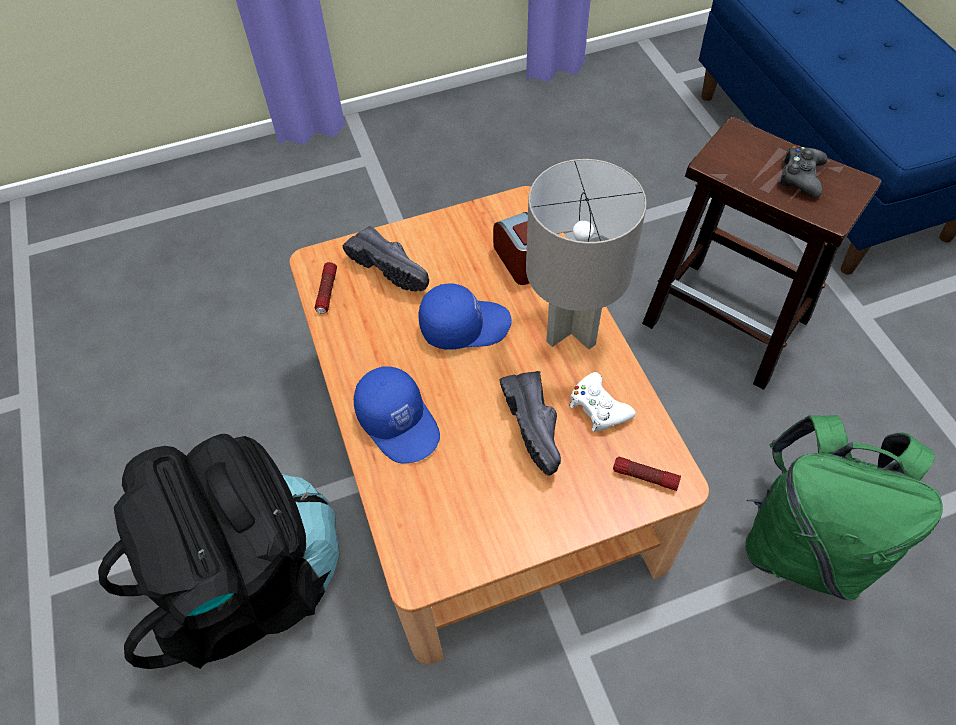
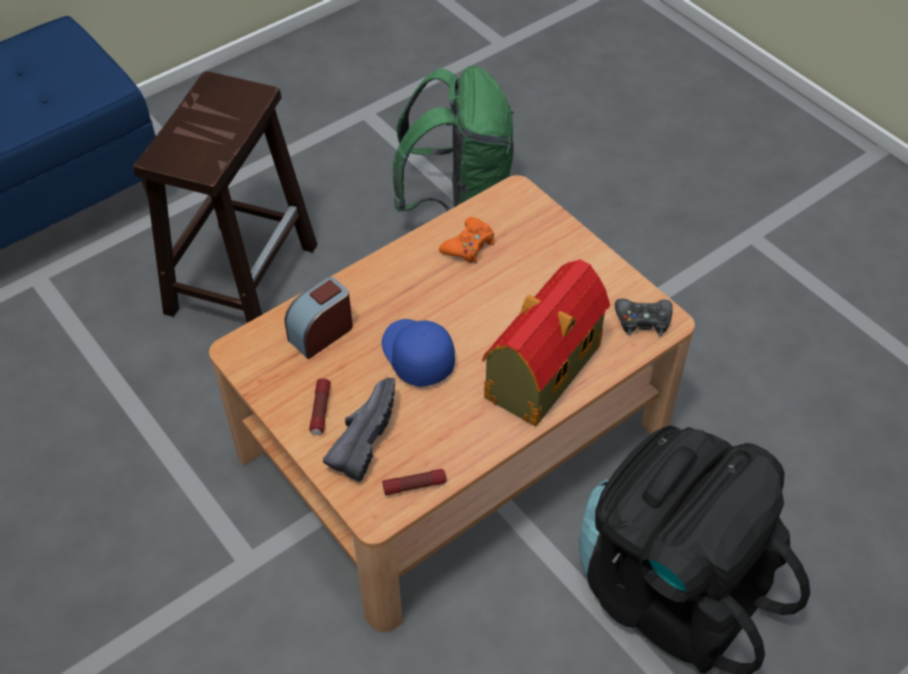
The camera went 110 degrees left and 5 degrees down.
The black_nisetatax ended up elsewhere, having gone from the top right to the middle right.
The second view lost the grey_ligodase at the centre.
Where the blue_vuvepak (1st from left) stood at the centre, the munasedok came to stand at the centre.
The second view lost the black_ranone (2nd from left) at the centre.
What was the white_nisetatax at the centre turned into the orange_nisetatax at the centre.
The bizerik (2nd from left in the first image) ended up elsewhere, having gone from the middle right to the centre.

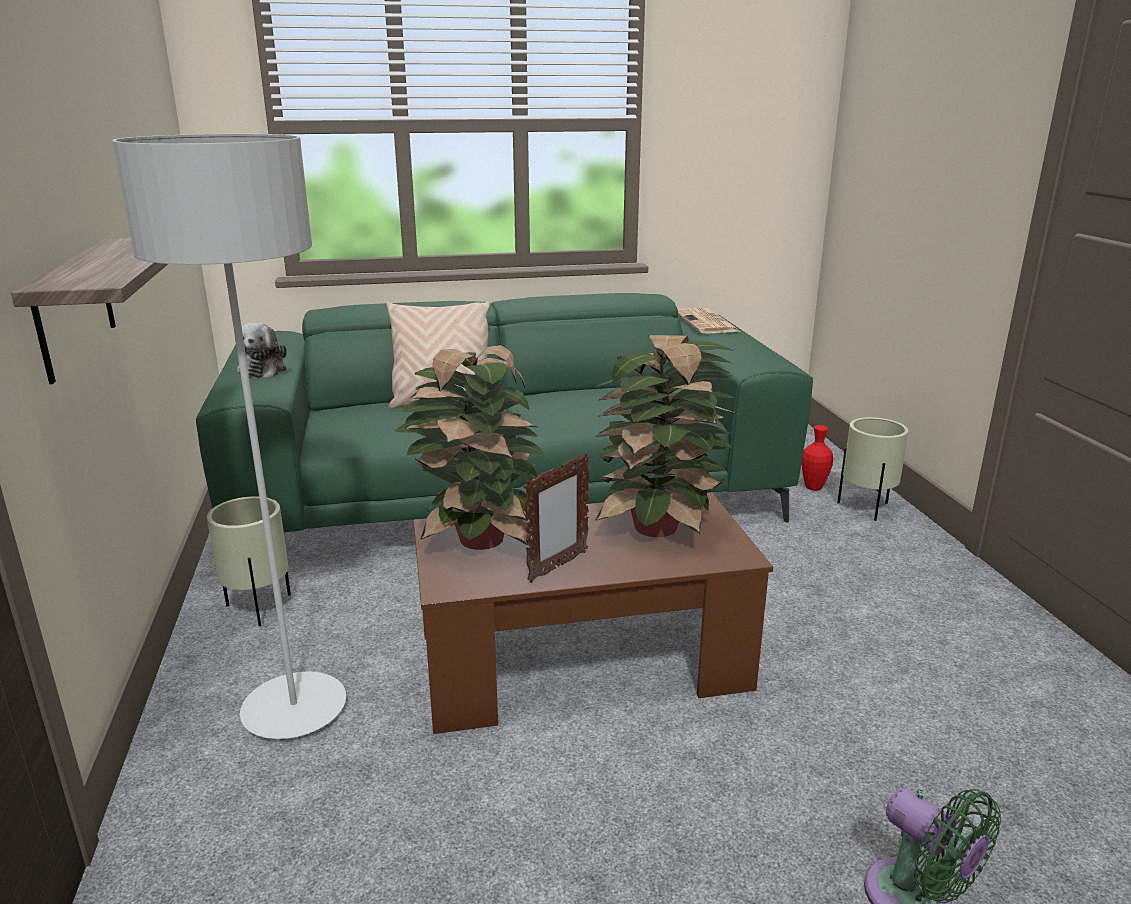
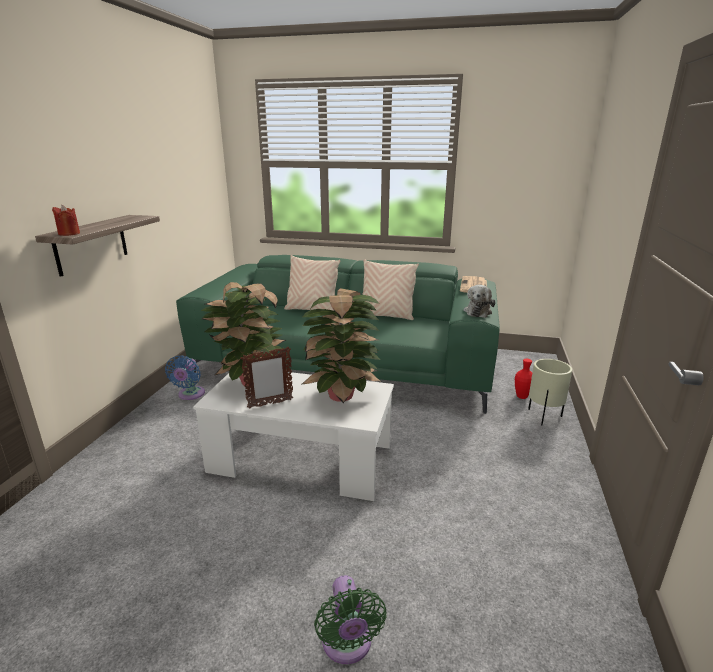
The camera went 25 degrees right and 0 degrees up.
The second view lost the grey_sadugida at the middle left.
The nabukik ended up elsewhere, having gone from the middle left to the middle right.
What was the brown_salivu at the bottom centre turned into the white_salivu at the centre.
Where the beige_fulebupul (1st from left) stood at the middle left, the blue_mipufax came to stand at the middle left.
The second view gained the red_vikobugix at the top left.
The second view gained the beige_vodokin (2nd from left) at the centre.

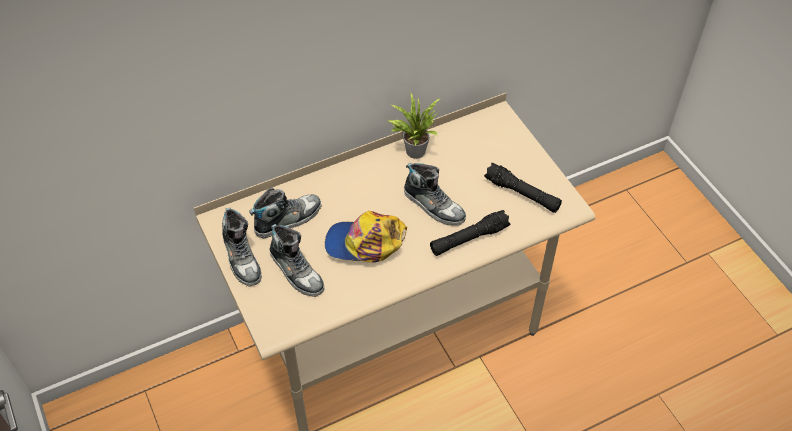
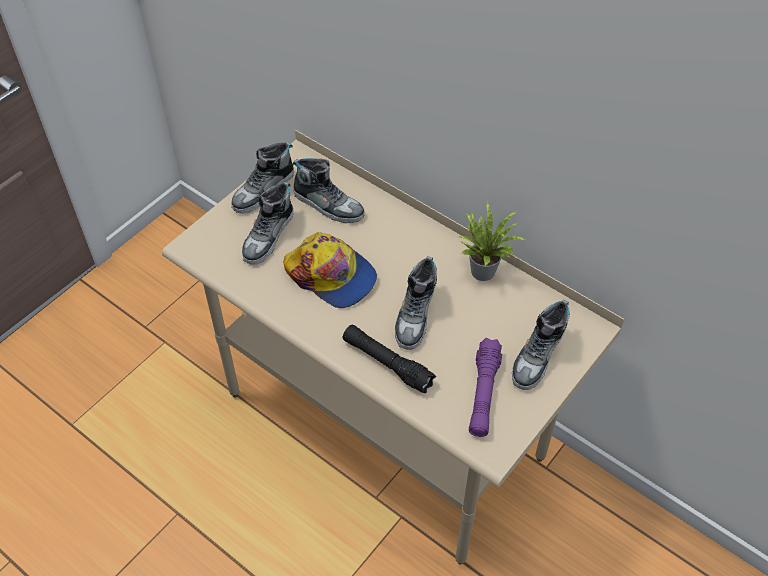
The camera went 65 degrees right and 0 degrees up.
What was the black_bizerik (2nd from left) at the centre turned into the purple_bizerik at the bottom centre.
The vuvepak at the centre ended up facing another way, 150 degrees clockwise from before.
The second view gained the ranone (5th from left) at the middle right.

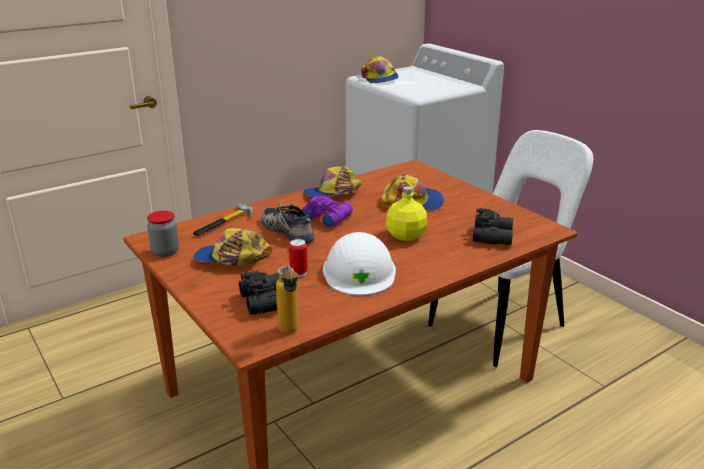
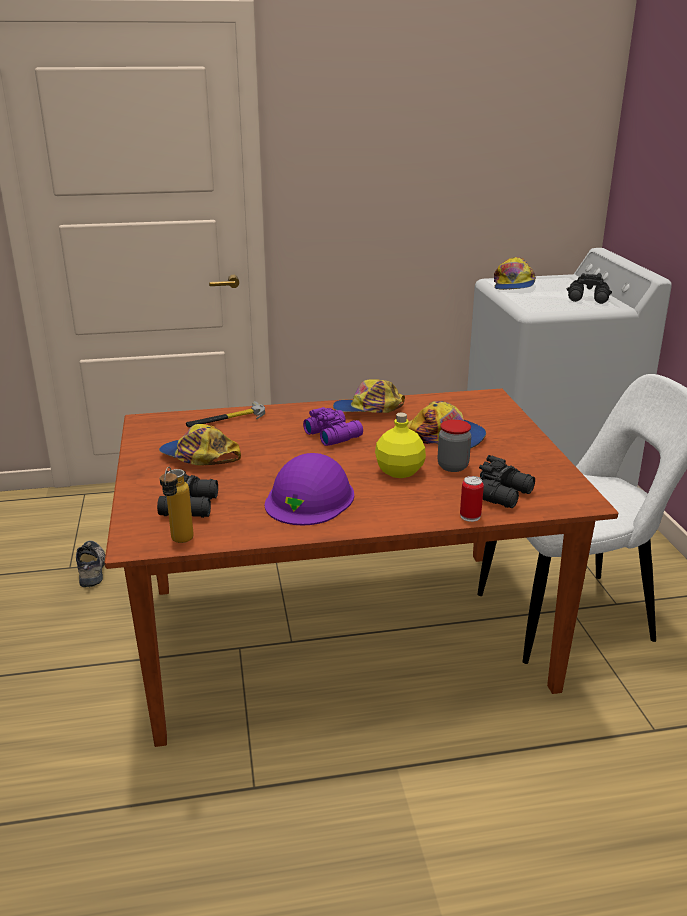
The camera went 25 degrees right and 0 degrees up.
The ranone ended up elsewhere, having gone from the centre to the middle left.
The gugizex ended up elsewhere, having gone from the middle left to the centre.
What was the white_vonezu at the centre turned into the purple_vonezu at the centre.
The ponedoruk ended up elsewhere, having gone from the centre to the middle right.
The second view gained the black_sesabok (3rd from left) at the top right.

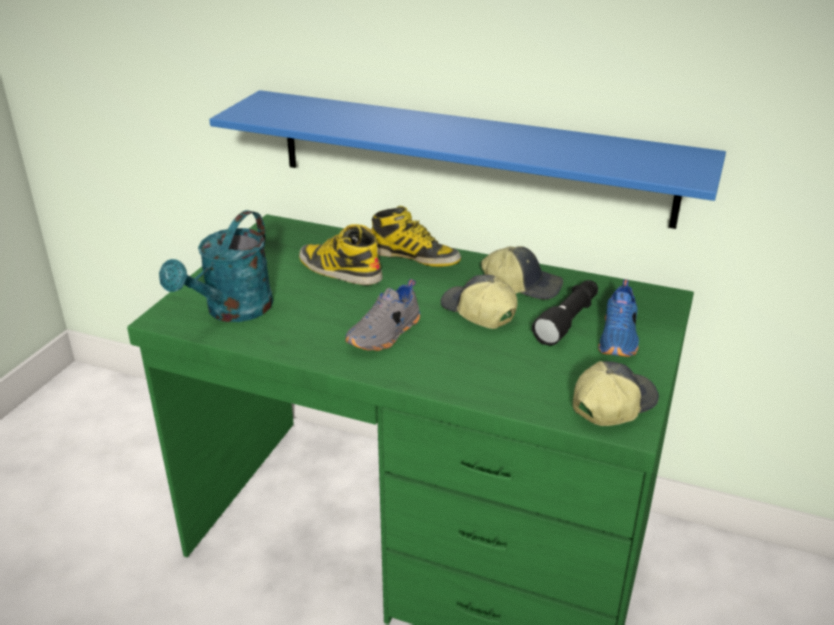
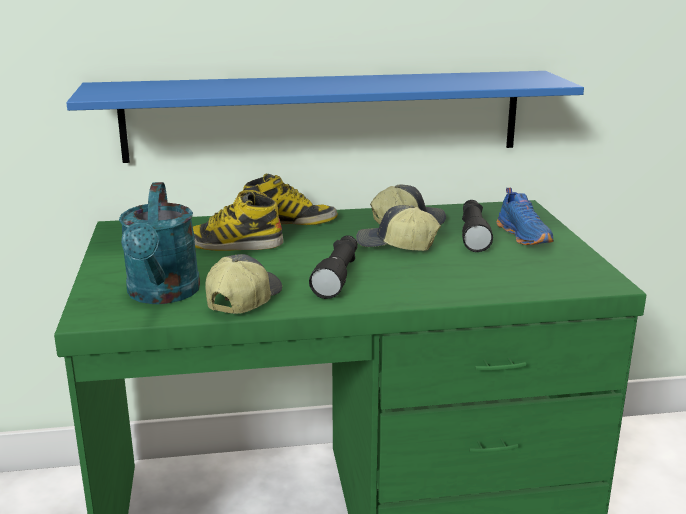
The camera went 30 degrees left and 10 degrees down.
Where the grey_ranone stood at the centre, the black_bizerik (1st from left) came to stand at the centre.
The vuvepak (3rd from left in the first image) ended up elsewhere, having gone from the middle right to the centre.

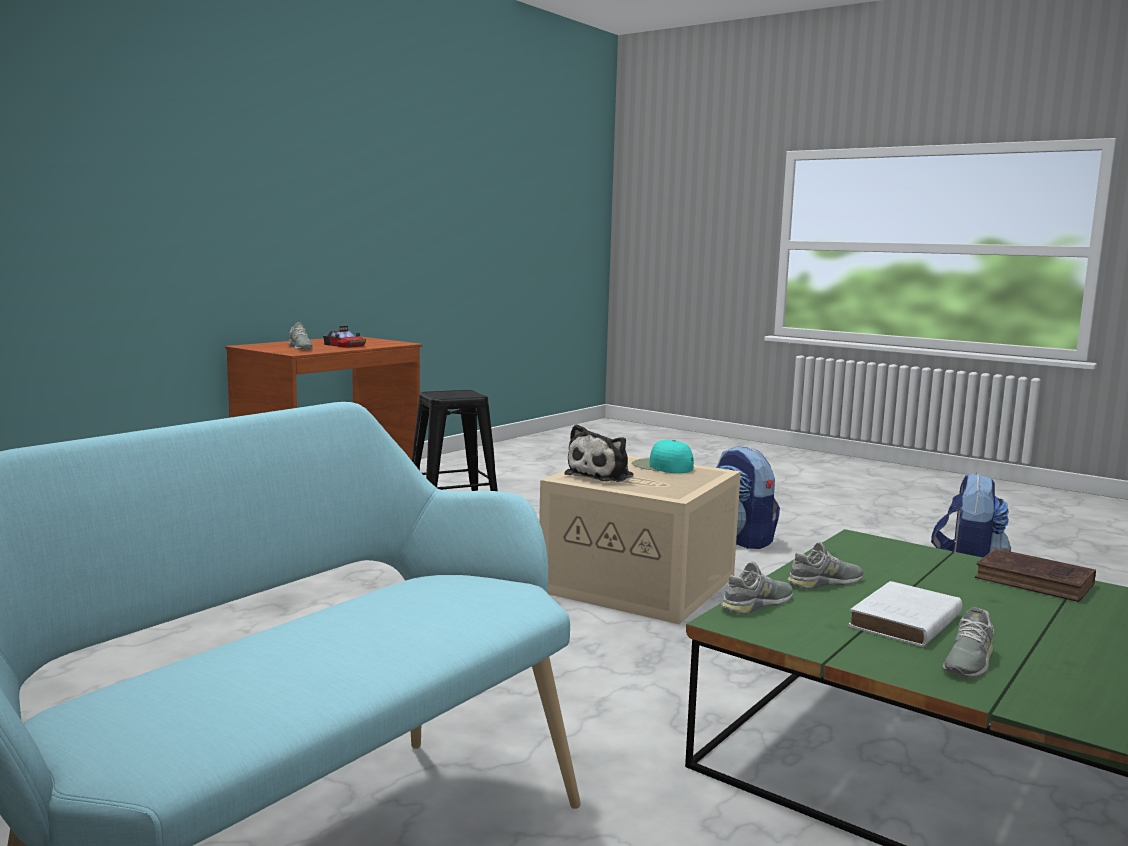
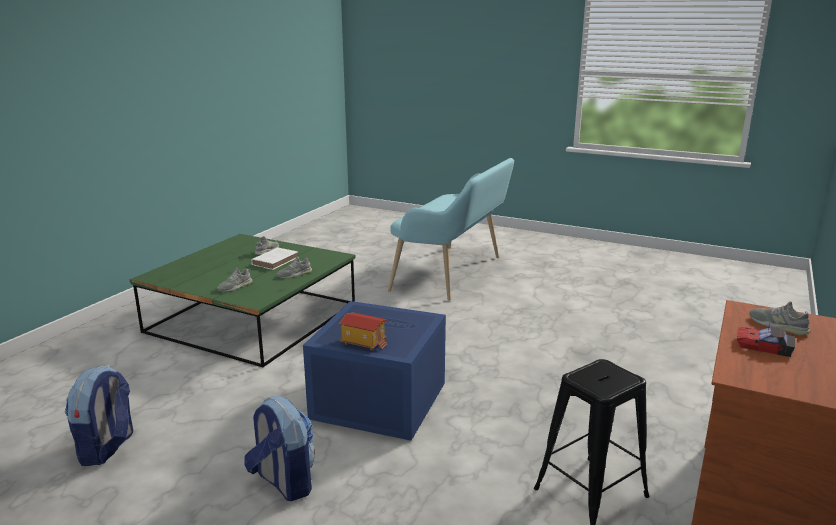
The camera went 170 degrees right and 10 degrees up.
The second view lost the nabukik at the centre.
Where the turquoise_vuvepak stood at the centre, the munasedok came to stand at the centre.
What was the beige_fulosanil at the centre turned into the blue_fulosanil at the bottom centre.
The second view lost the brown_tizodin at the bottom right.
The grey_ranone (2nd from left in the first image) ended up elsewhere, having gone from the bottom right to the middle left.

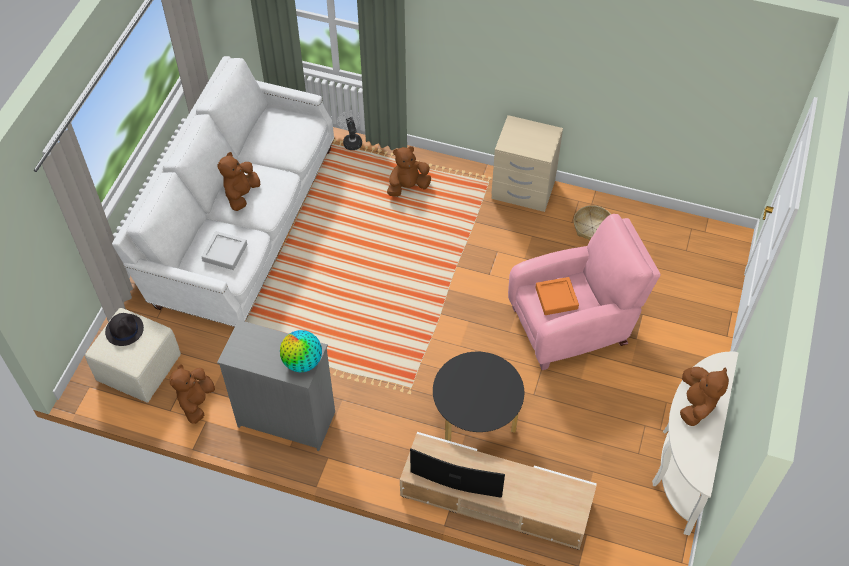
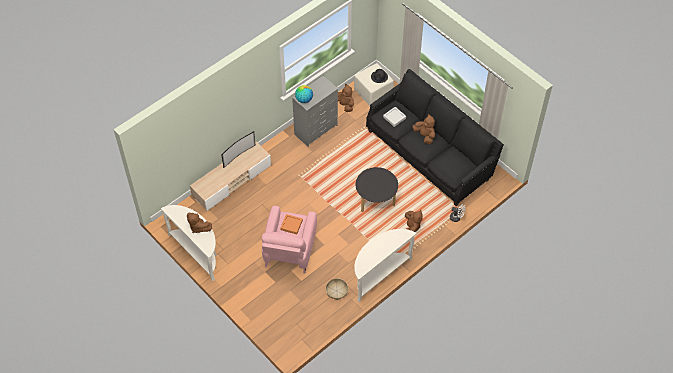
The camera went 120 degrees right and 0 degrees up.
What was the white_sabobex at the middle left turned into the black_sabobex at the centre.
Where the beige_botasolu stood at the top centre, the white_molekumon (2nd from left) came to stand at the bottom centre.
The black_salivu ended up elsewhere, having gone from the bottom centre to the centre.

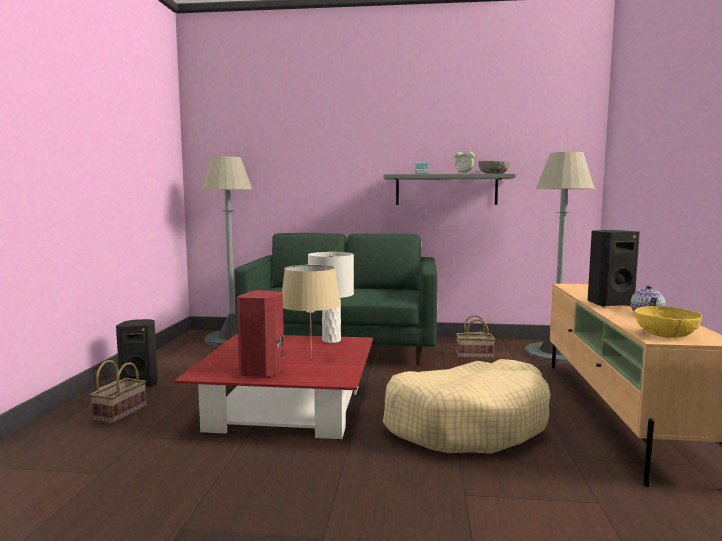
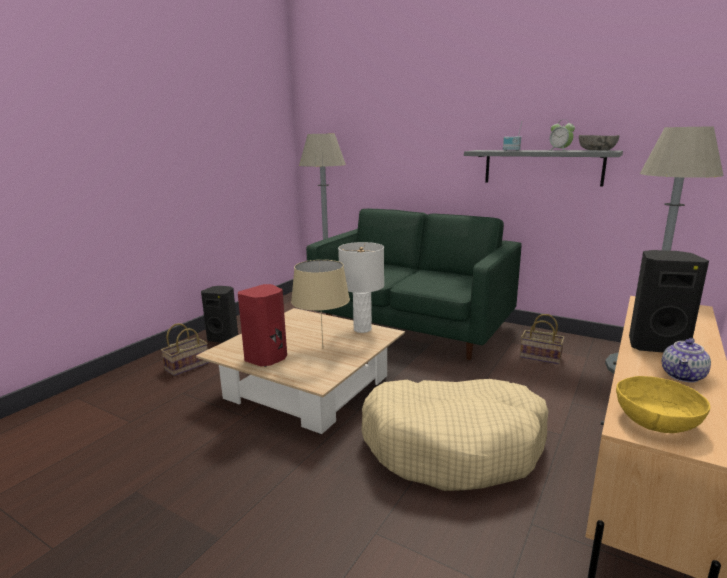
The camera went 25 degrees right and 10 degrees up.
What was the red_salivu at the bottom centre turned into the beige_salivu at the centre.

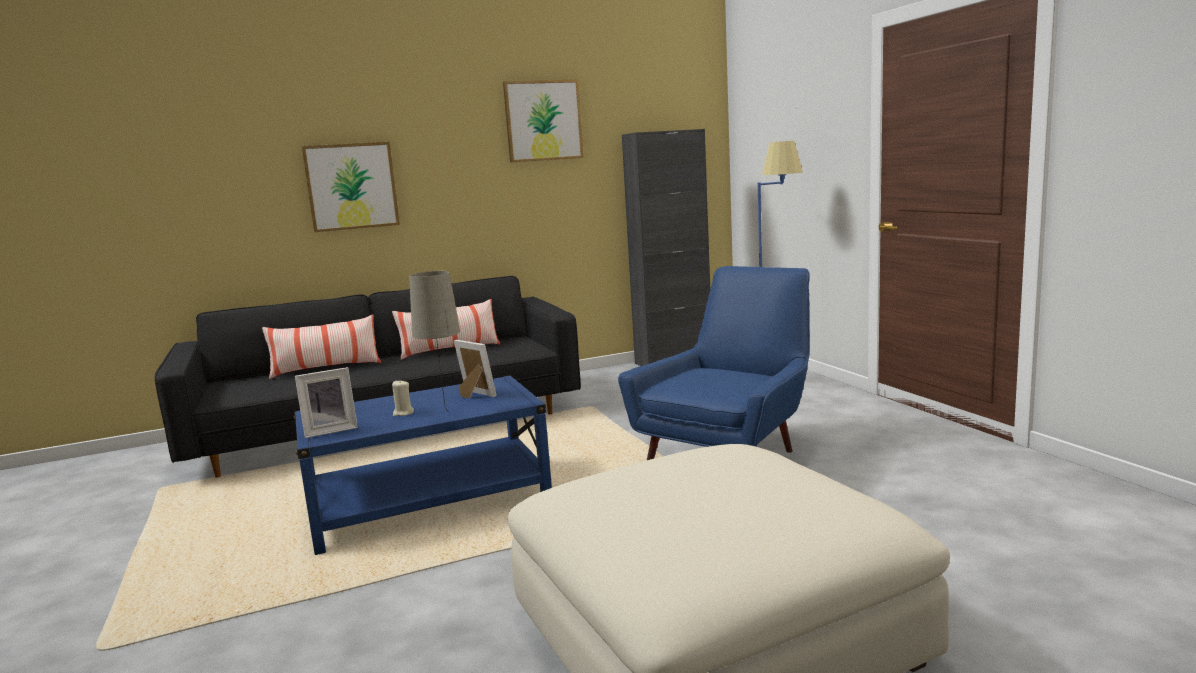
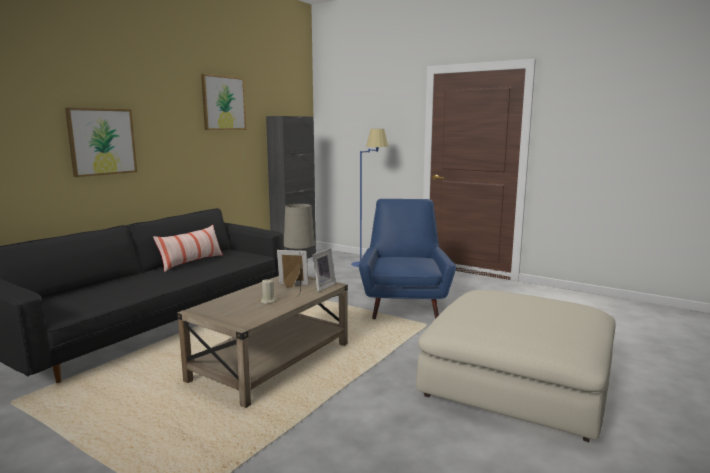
The camera went 35 degrees left and 0 degrees up.
The second view lost the vodokin (1st from left) at the middle left.
The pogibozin (1st from left in the first image) ended up elsewhere, having gone from the middle left to the centre.
What was the blue_salivu at the bottom centre turned into the beige_salivu at the bottom centre.

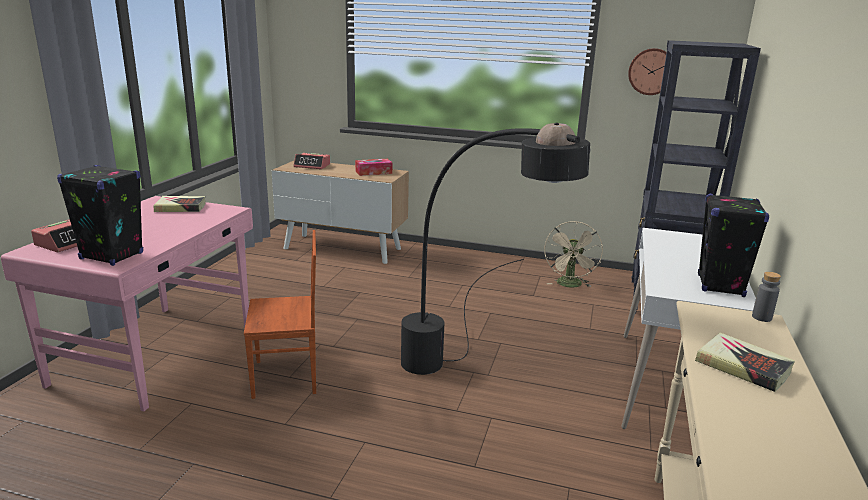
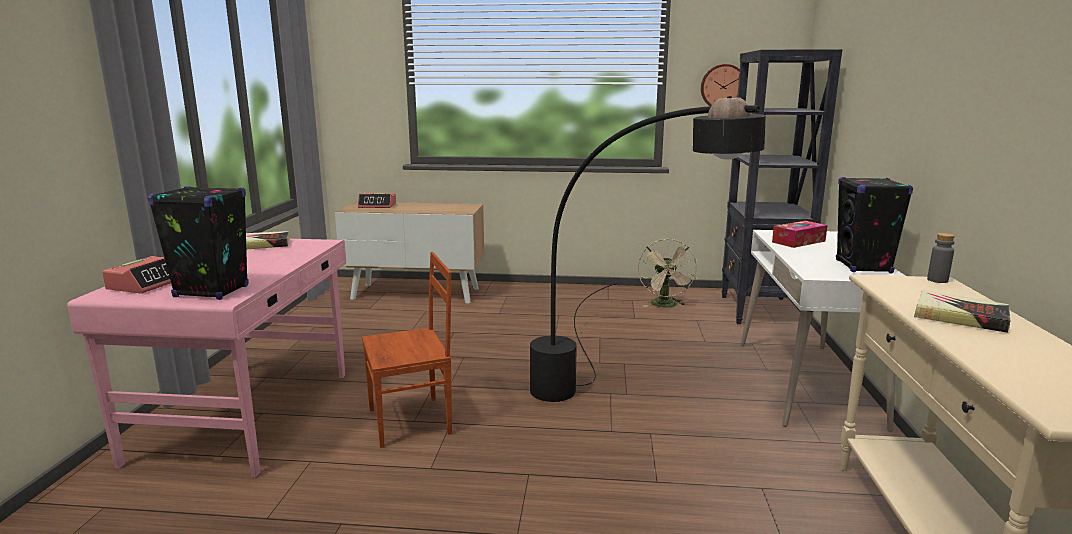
The camera went 10 degrees left and 5 degrees down.
The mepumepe ended up elsewhere, having gone from the centre to the middle right.

